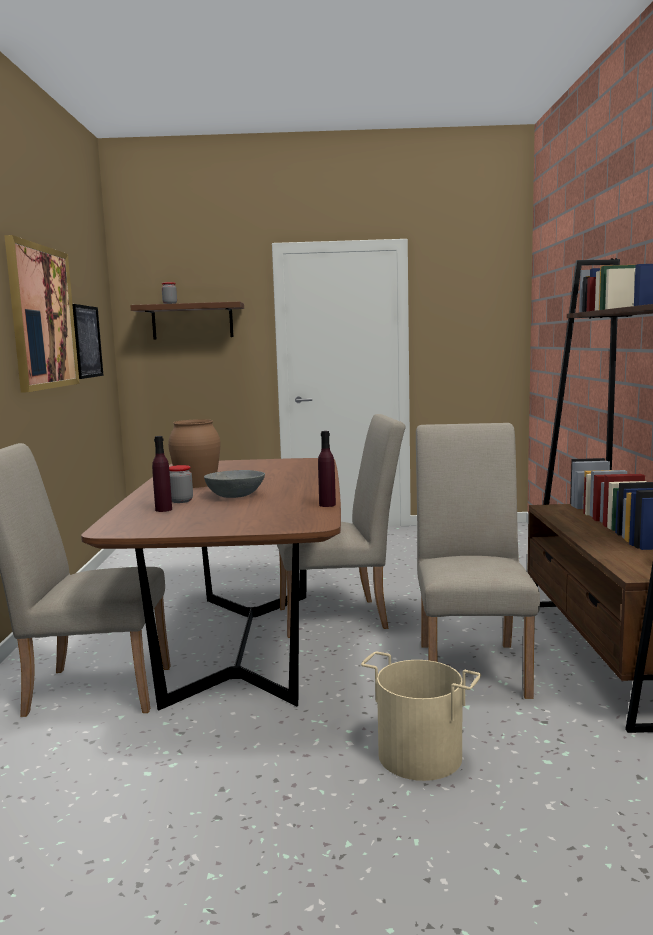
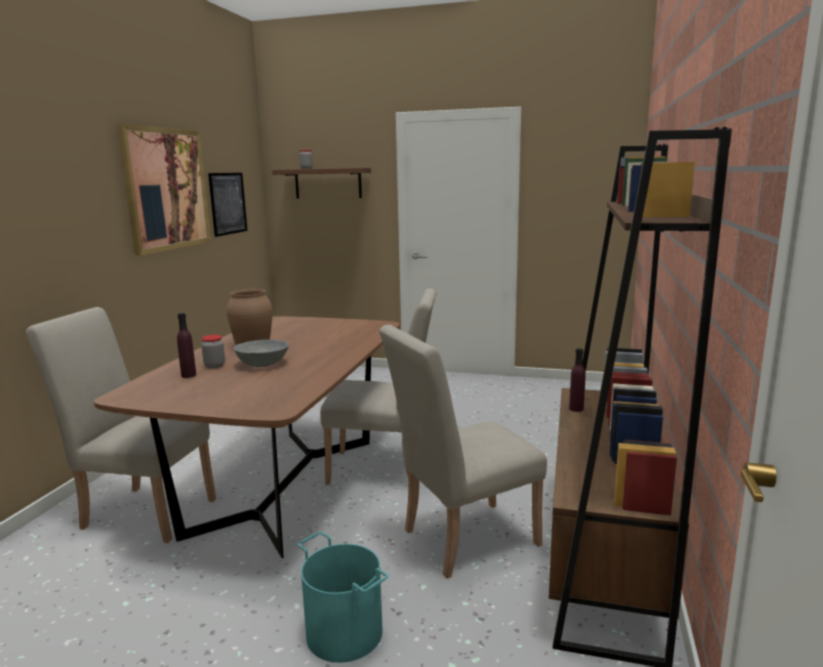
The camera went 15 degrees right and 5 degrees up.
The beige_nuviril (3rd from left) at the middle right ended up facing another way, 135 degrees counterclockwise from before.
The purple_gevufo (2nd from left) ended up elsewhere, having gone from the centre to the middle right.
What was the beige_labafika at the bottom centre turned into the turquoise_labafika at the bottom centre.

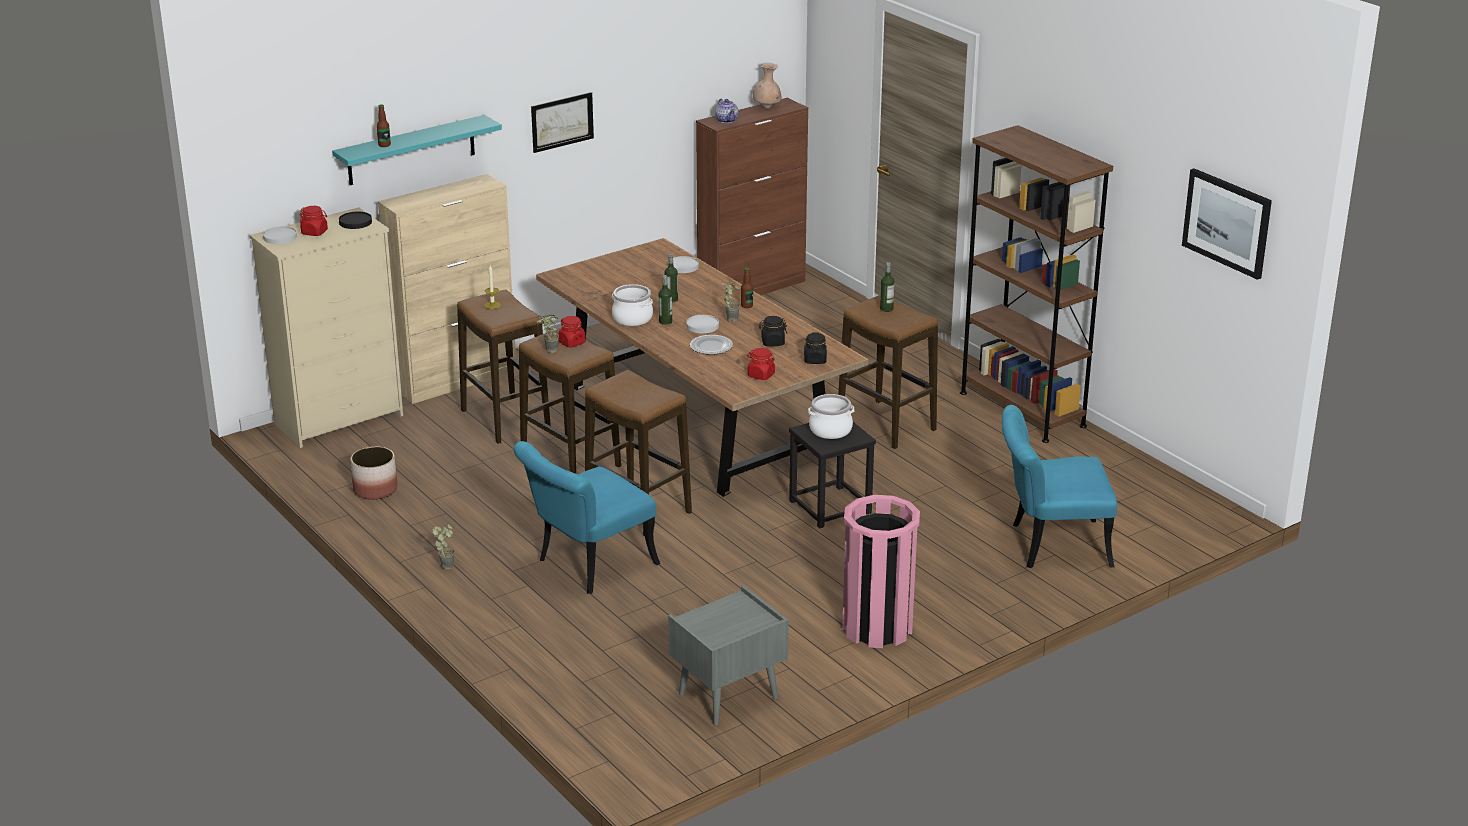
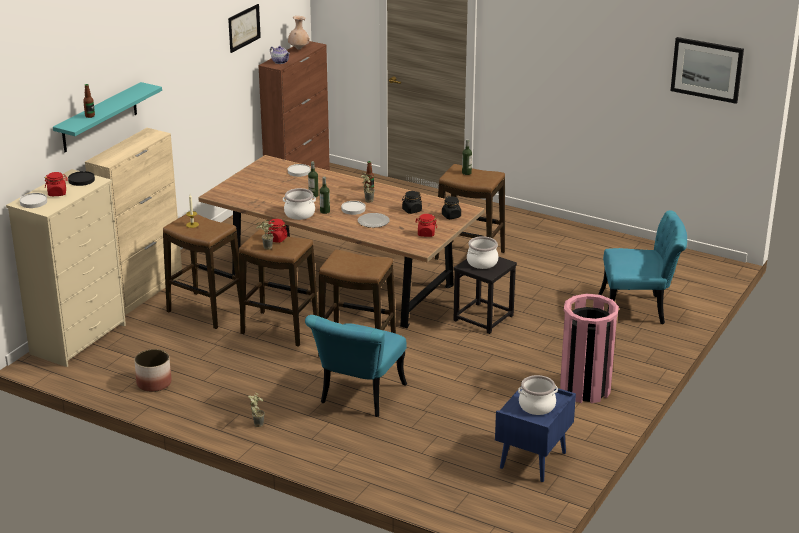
The camera went 25 degrees left and 0 degrees up.
The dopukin (1st from left) ended up elsewhere, having gone from the top centre to the top left.
The second view lost the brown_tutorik at the middle right.
The turquoise_nuviril (2nd from left) at the middle right ended up facing another way, 150 degrees counterclockwise from before.
What was the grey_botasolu at the bottom centre turned into the blue_botasolu at the bottom right.
The second view gained the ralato (3rd from left) at the bottom right.

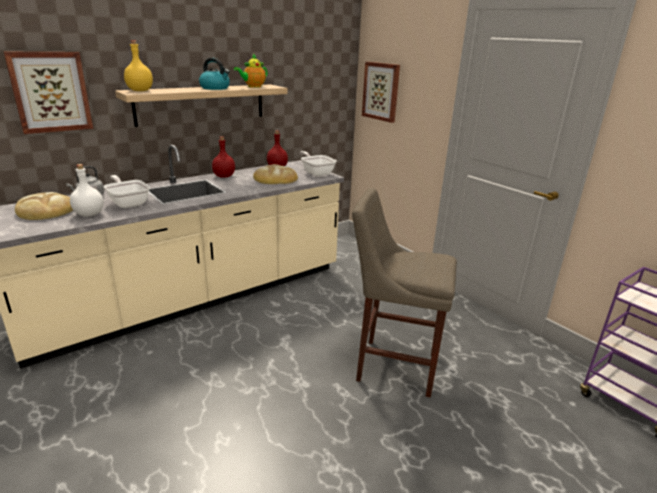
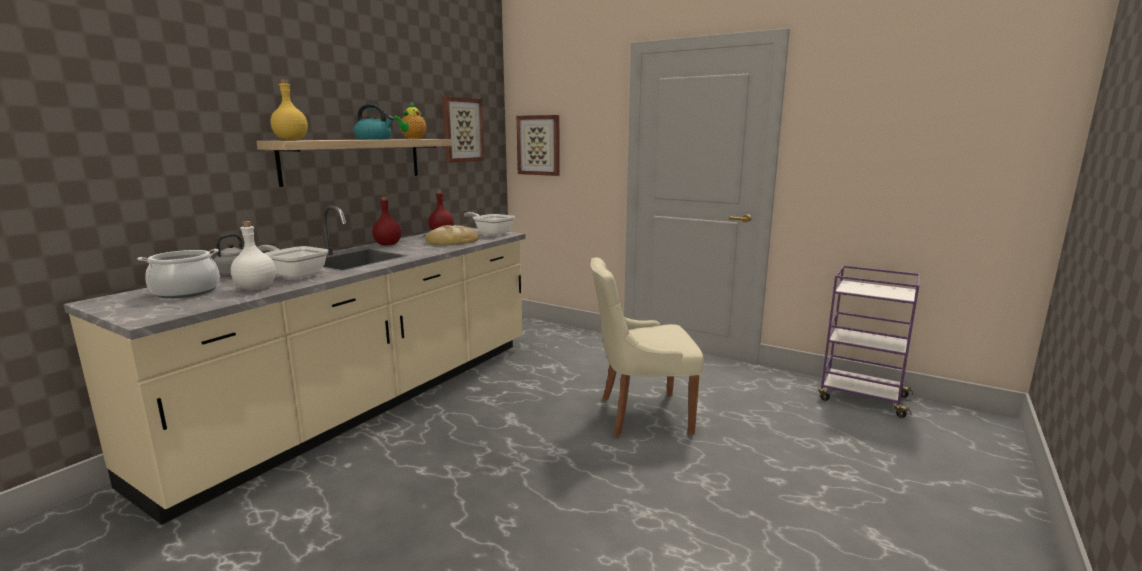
The camera went 20 degrees left and 10 degrees down.
The dopukin (1st from left) ended up elsewhere, having gone from the top left to the top centre.
Where the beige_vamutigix stood at the centre, the beige_nuviril came to stand at the centre.
Where the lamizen (1st from left) stood at the middle left, the ralato came to stand at the middle left.

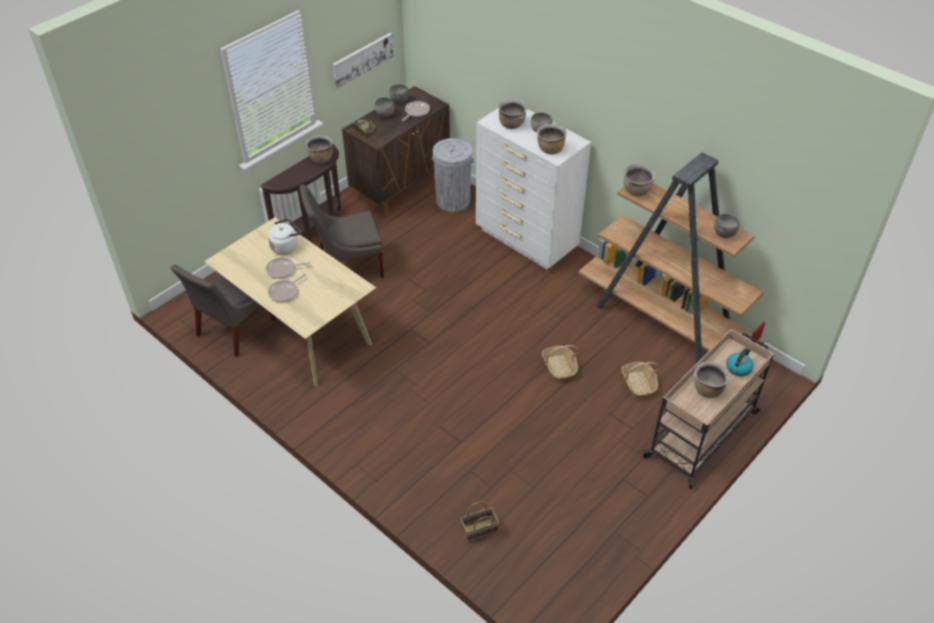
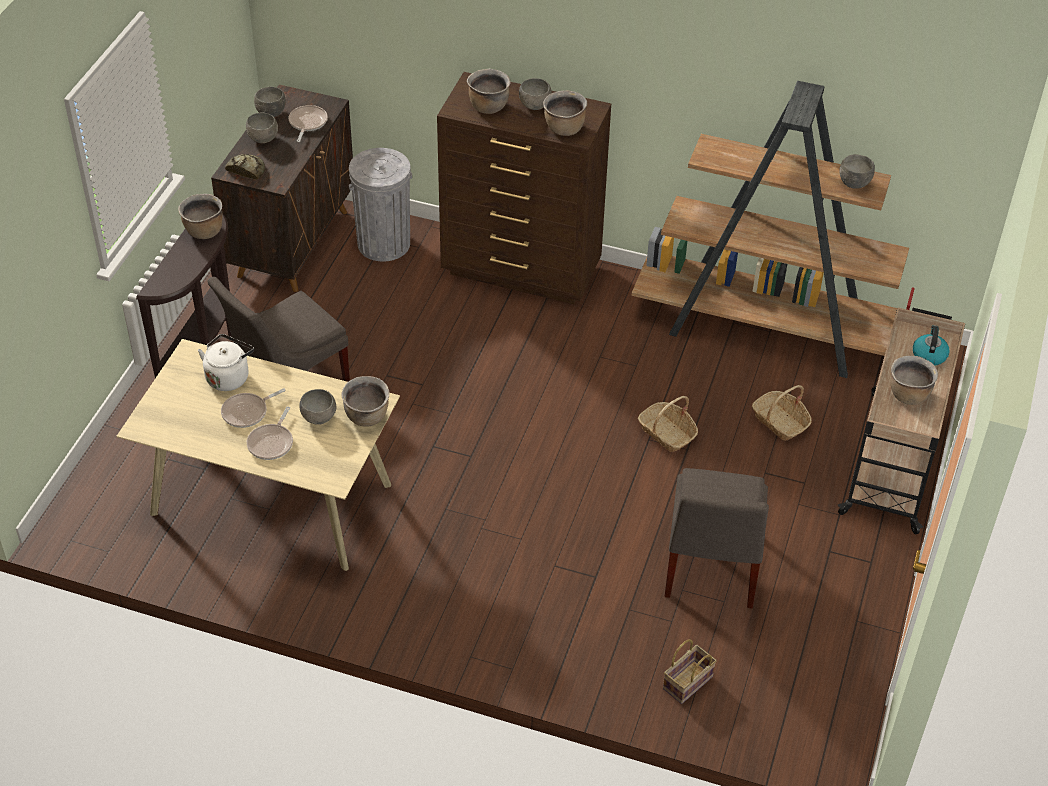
The camera went 25 degrees left and 0 degrees up.
The second view lost the dopukin at the top centre.
What was the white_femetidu at the top centre turned into the brown_femetidu at the top centre.
The brown_ralato (4th from left in the first image) ended up elsewhere, having gone from the top right to the centre.
The grey_nuviril (1st from left in the first image) ended up elsewhere, having gone from the middle left to the bottom right.
The second view gained the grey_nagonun (3rd from left) at the middle left.

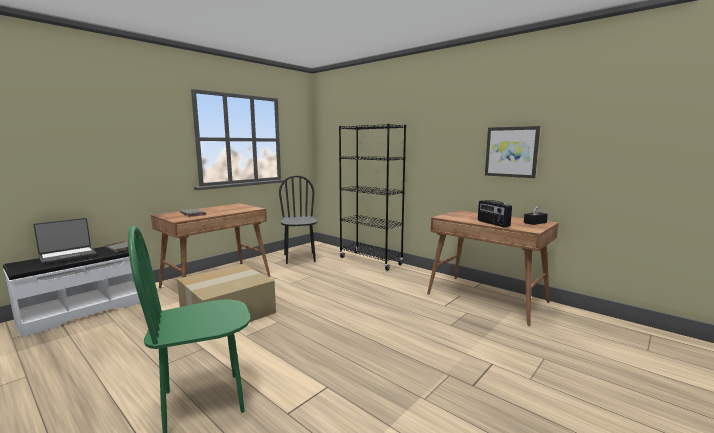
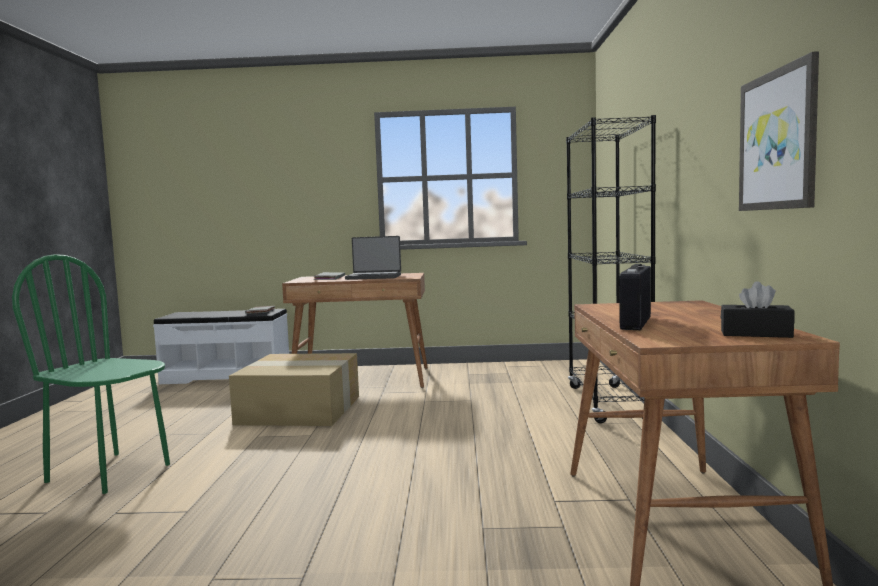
The camera went 50 degrees right and 5 degrees down.
The second view lost the black_nuviril at the centre.
The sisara ended up elsewhere, having gone from the middle left to the centre.

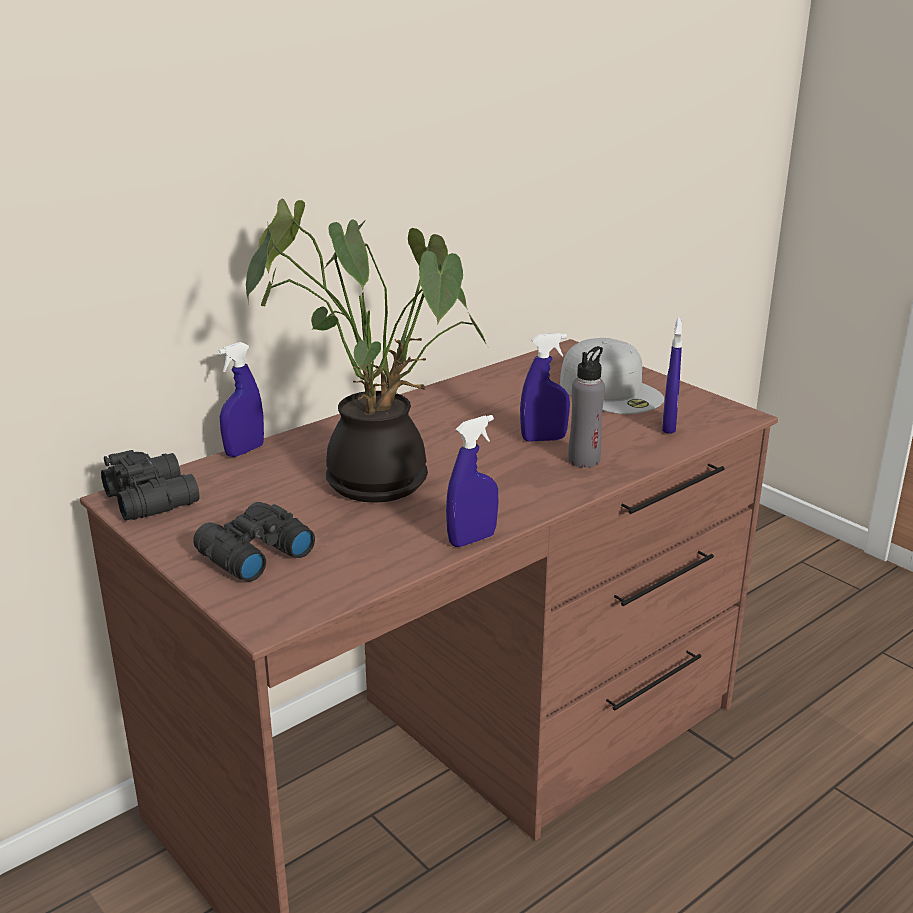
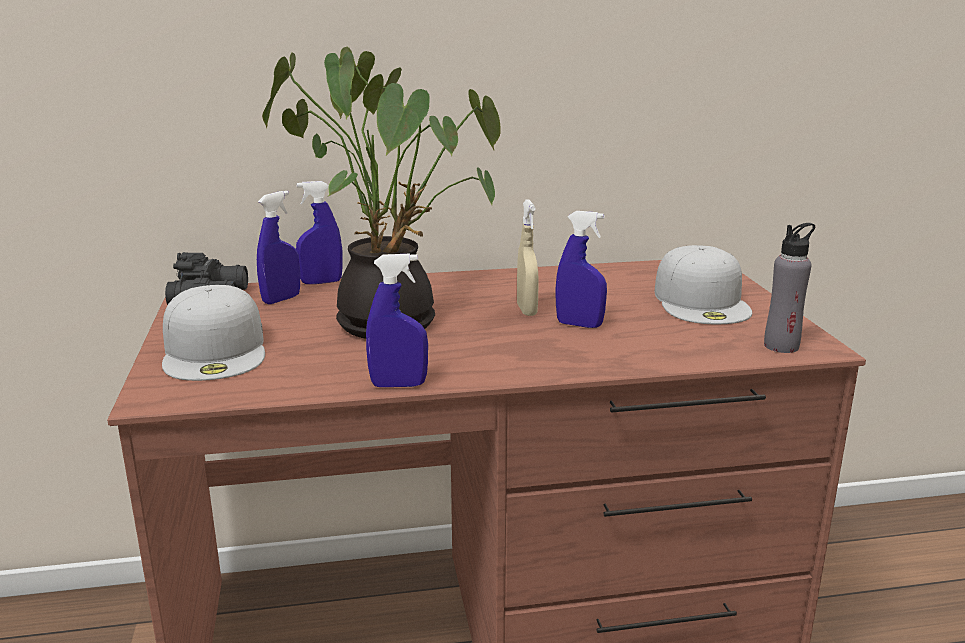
The camera went 30 degrees right and 5 degrees down.
The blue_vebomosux (4th from left in the first image) ended up elsewhere, having gone from the middle right to the middle left.
The grey_gevufo ended up elsewhere, having gone from the centre to the middle right.
Where the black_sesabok (2nd from left) stood at the middle left, the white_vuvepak (1st from left) came to stand at the middle left.
The second view gained the beige_vebomosux at the centre.

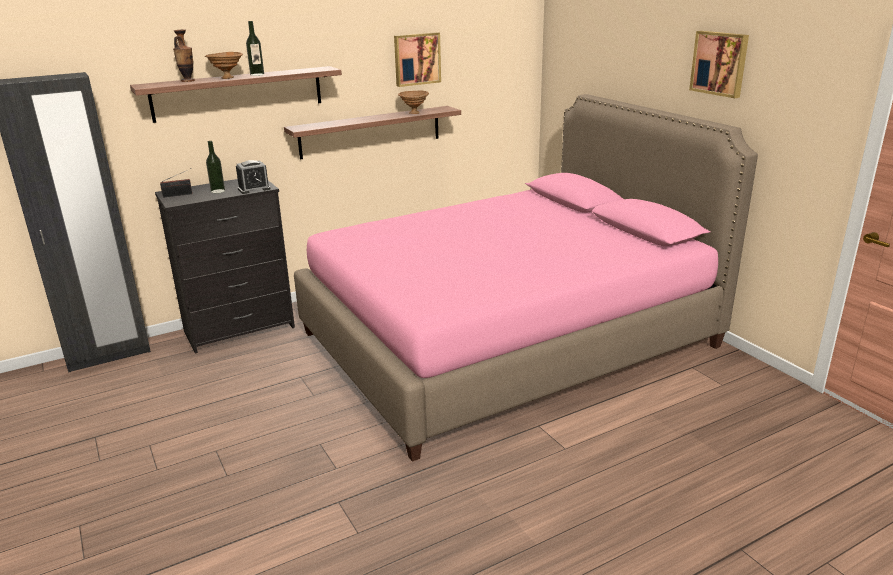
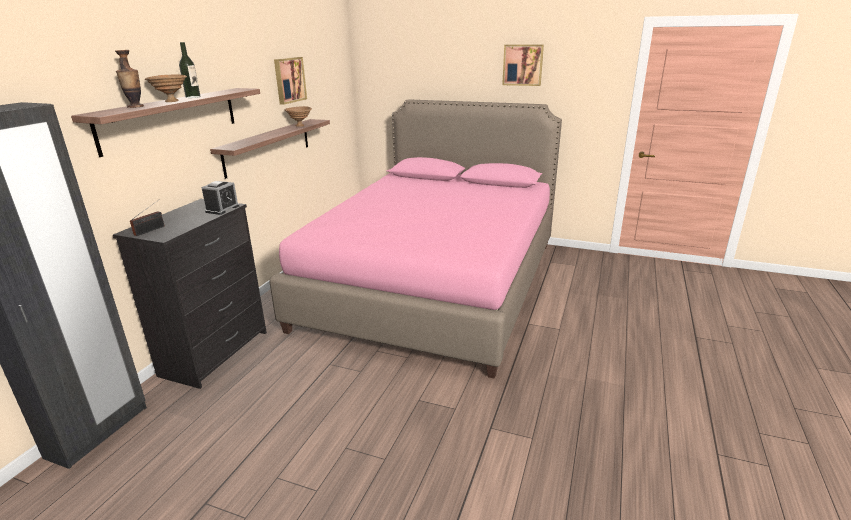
The camera went 40 degrees left and 0 degrees up.
The second view lost the gevufo (1st from left) at the top left.

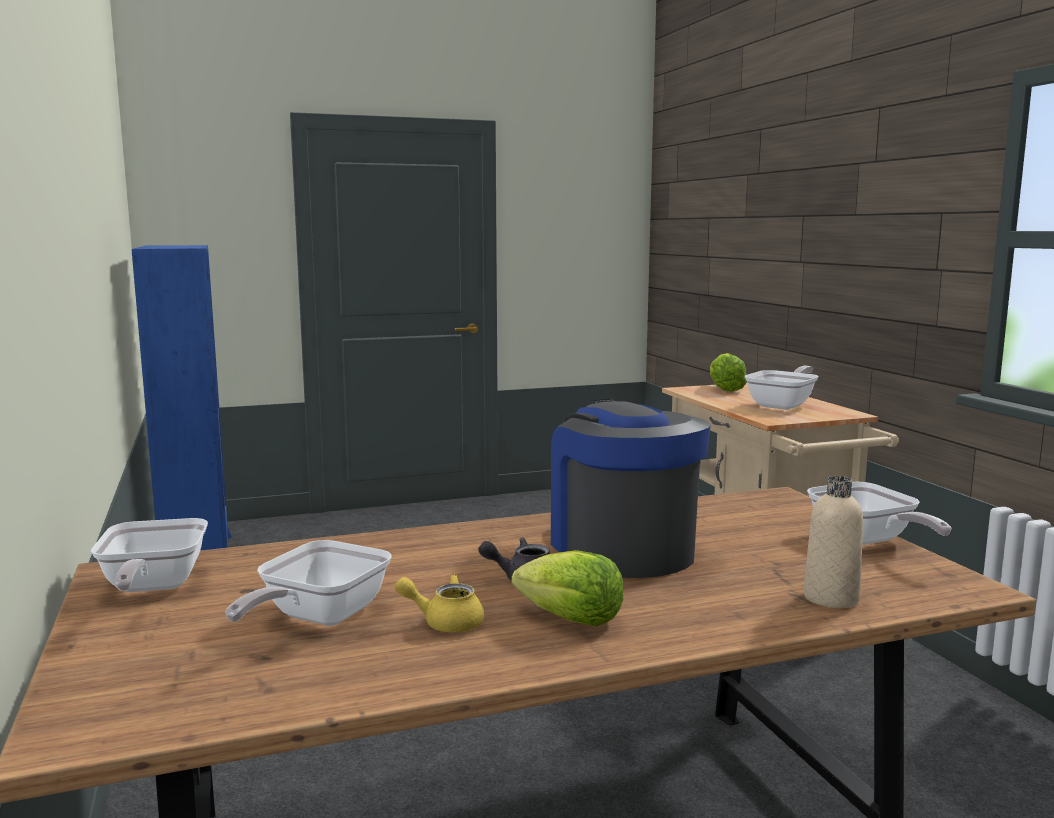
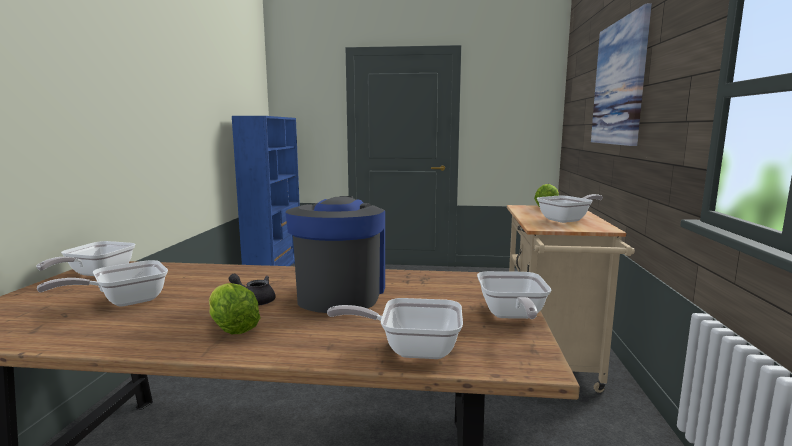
The camera went 25 degrees right and 0 degrees up.
Where the beige_gevufo stood at the middle right, the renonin (3rd from left) came to stand at the bottom centre.
The second view lost the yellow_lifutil at the bottom centre.
The second view gained the dopukin at the top right.

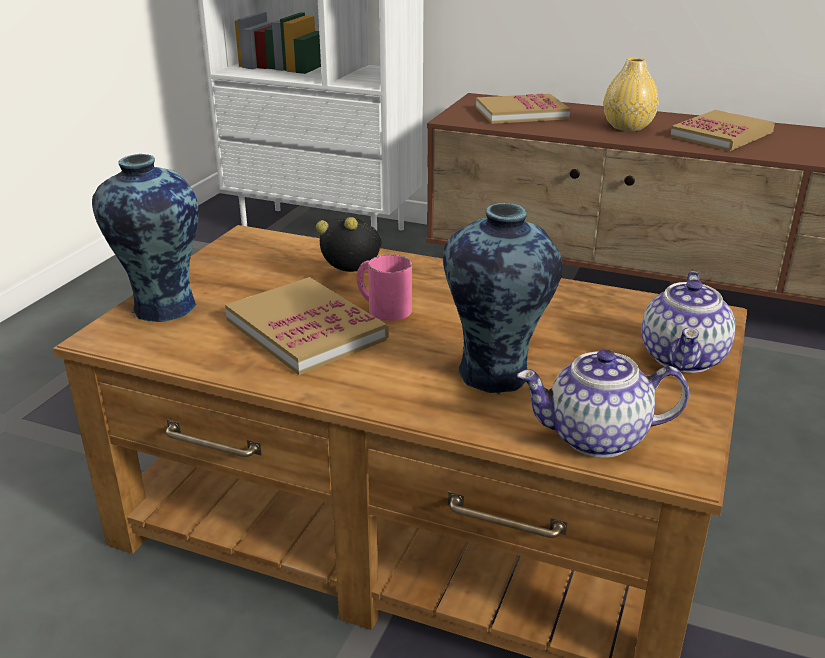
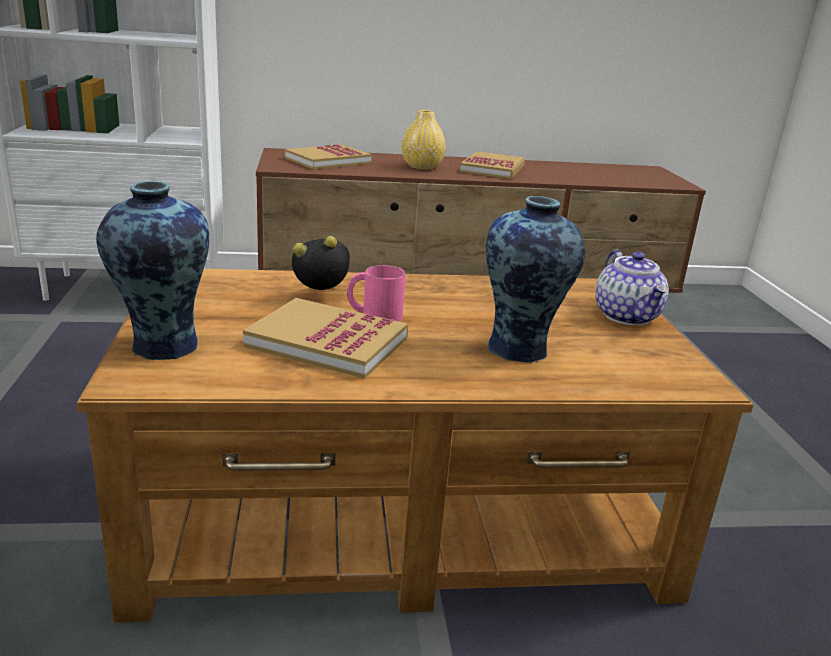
The camera went 30 degrees left and 5 degrees down.
The second view lost the lifutil (1st from left) at the middle right.

